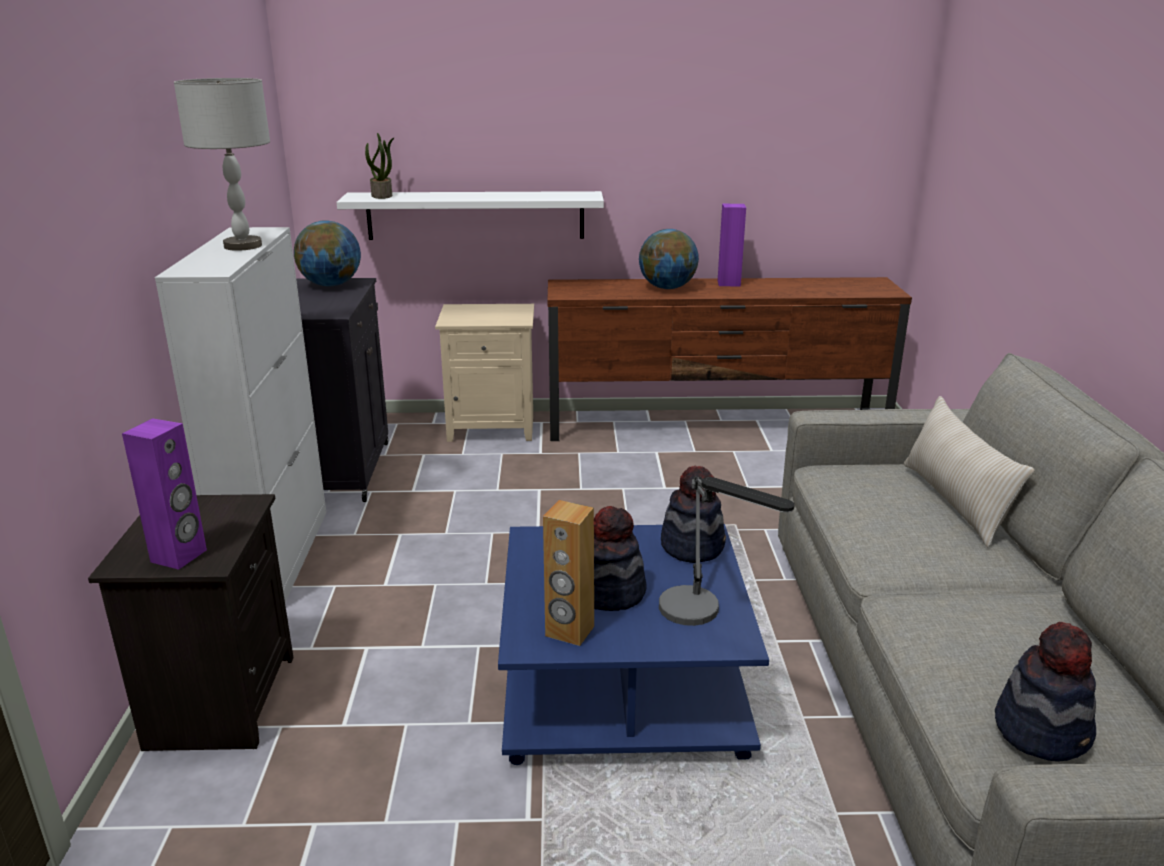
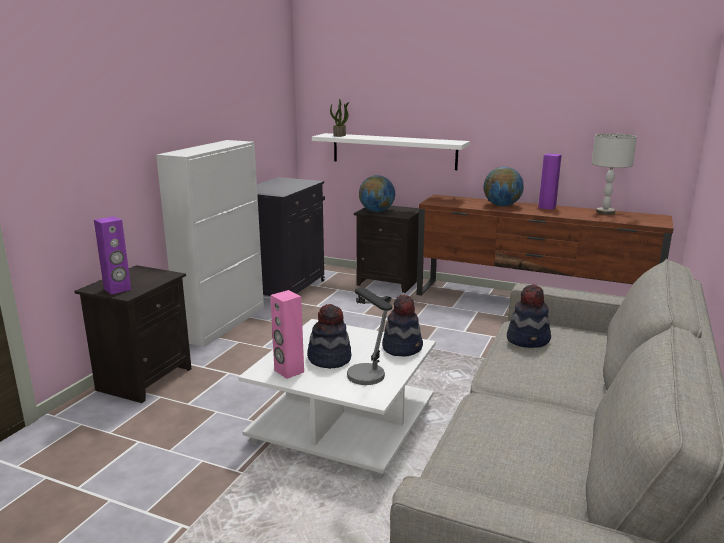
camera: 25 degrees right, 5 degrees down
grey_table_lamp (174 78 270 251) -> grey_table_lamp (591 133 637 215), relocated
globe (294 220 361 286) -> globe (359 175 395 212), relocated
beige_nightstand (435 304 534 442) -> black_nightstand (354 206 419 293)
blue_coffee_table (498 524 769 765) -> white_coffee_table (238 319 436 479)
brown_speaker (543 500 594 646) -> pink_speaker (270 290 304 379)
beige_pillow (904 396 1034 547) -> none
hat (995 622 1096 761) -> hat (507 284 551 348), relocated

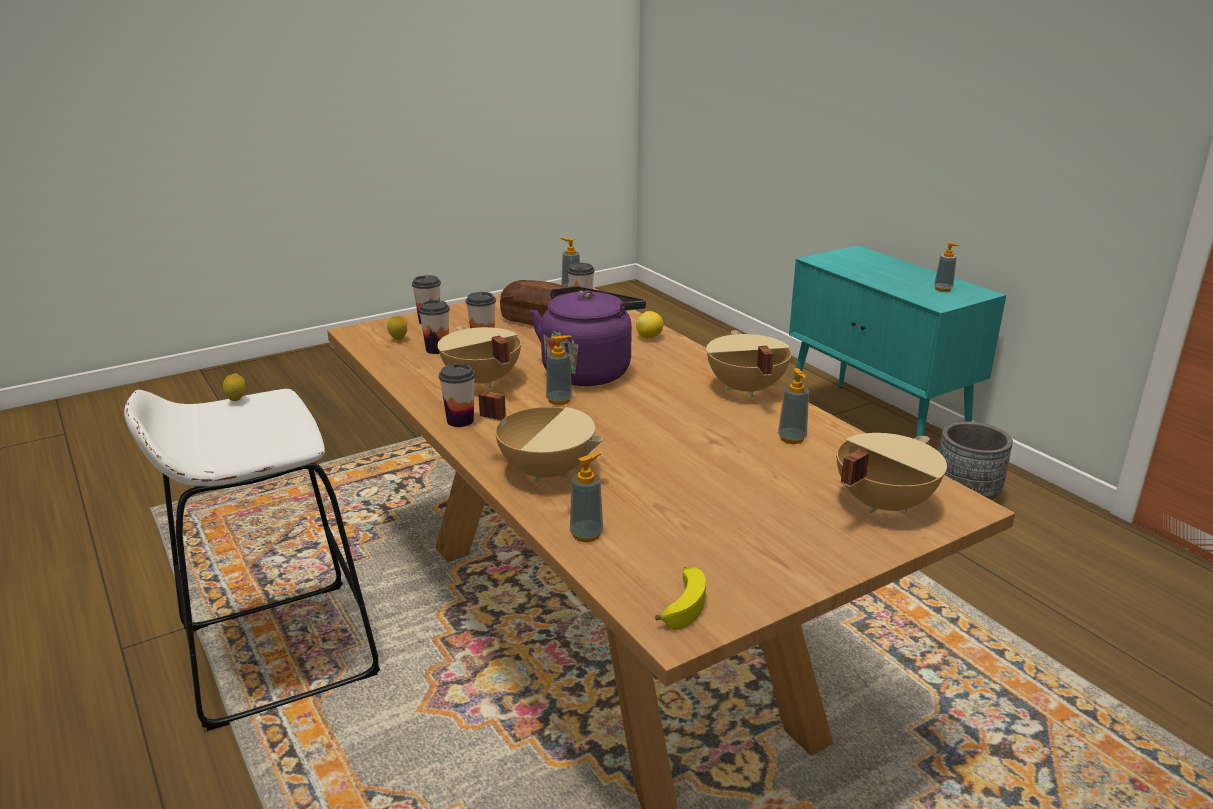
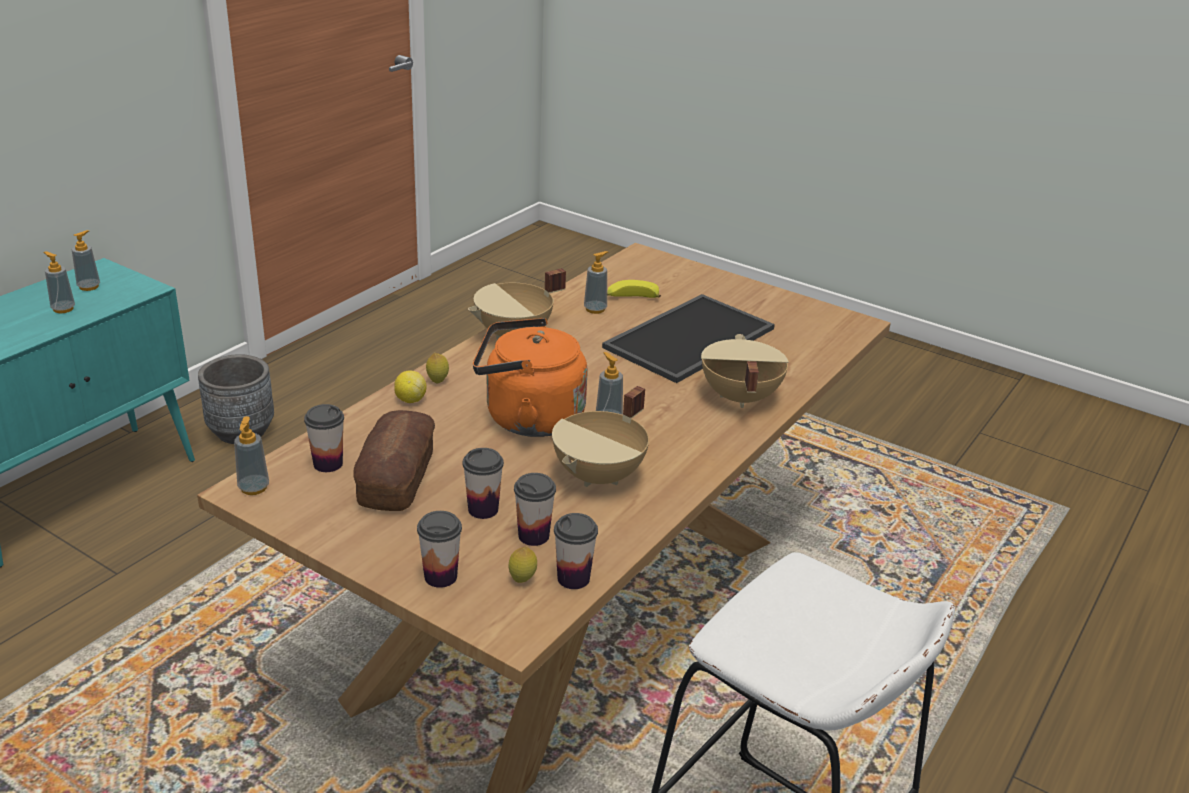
camera: 115 degrees left, 5 degrees up
lemon (223 373 246 401) -> lemon (426 353 449 383), relocated
cup (439 364 475 427) -> cup (554 513 598 589), relocated
purple_kettle (530 286 646 386) -> orange_kettle (473 318 588 437)
soap_dispenser (570 452 603 542) -> soap_dispenser (44 251 75 313), relocated
banana (655 567 706 630) -> banana (607 280 661 298), relocated
beige_cooking_pot (837 433 947 514) -> none
none -> tray (602 294 775 383)

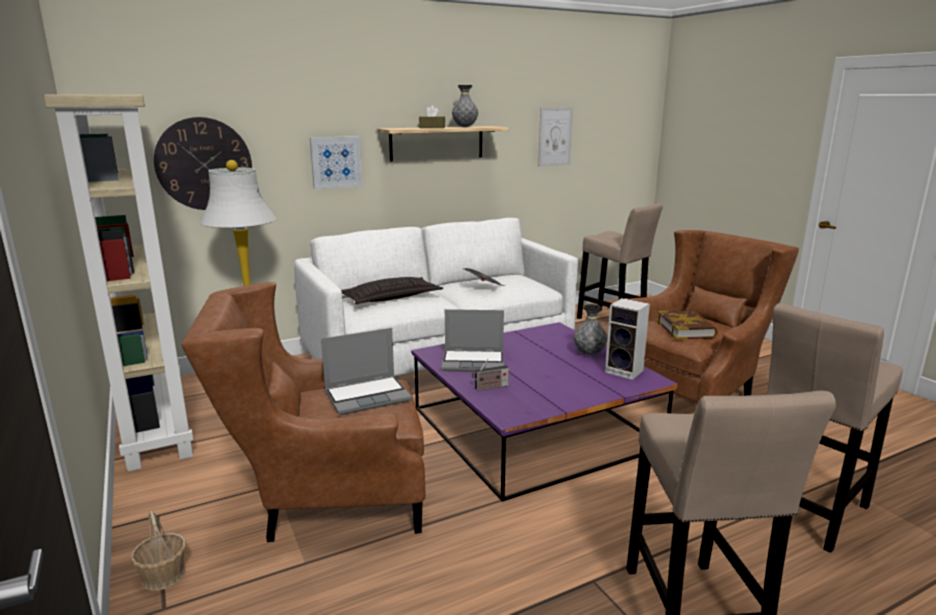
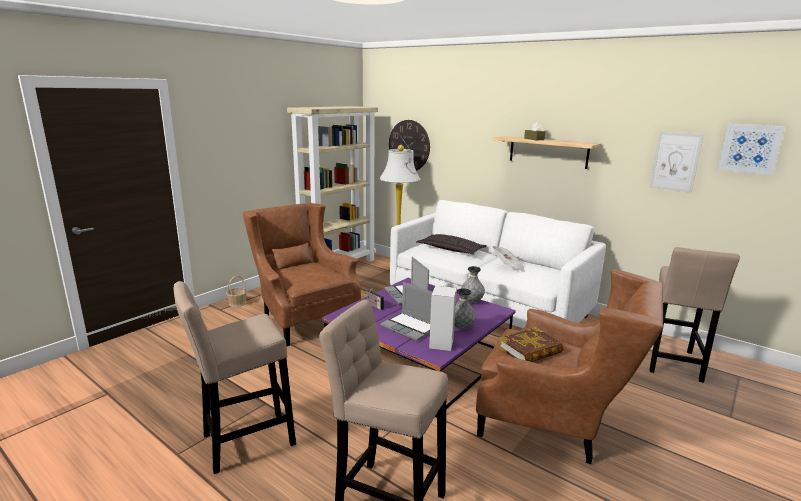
camera: 65 degrees right, 0 degrees up
picture (310 136 362 189) -> picture (718 124 785 175), relocated
laptop (321 328 412 415) -> laptop (380 282 432 341), relocated
grey_vase (452 85 478 127) -> grey_vase (461 266 485 303), relocated

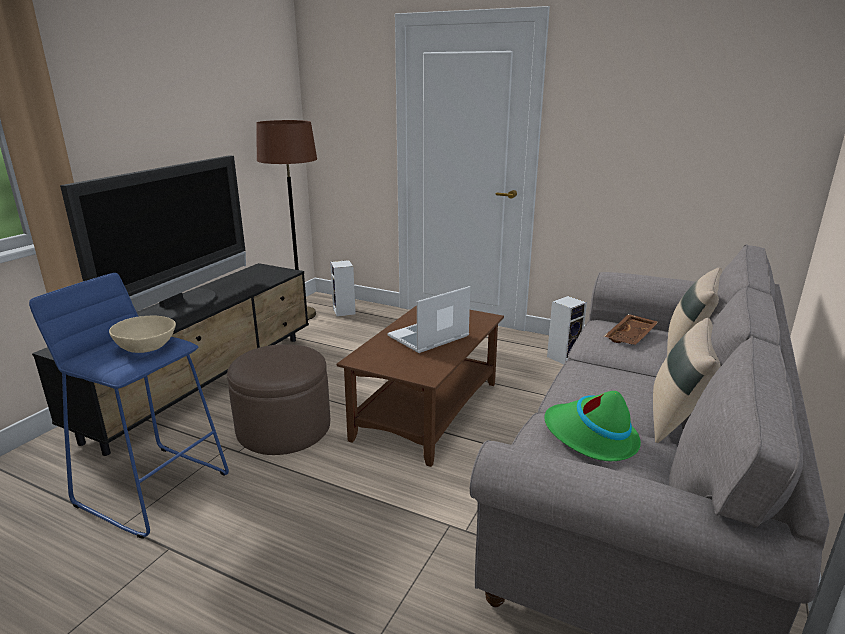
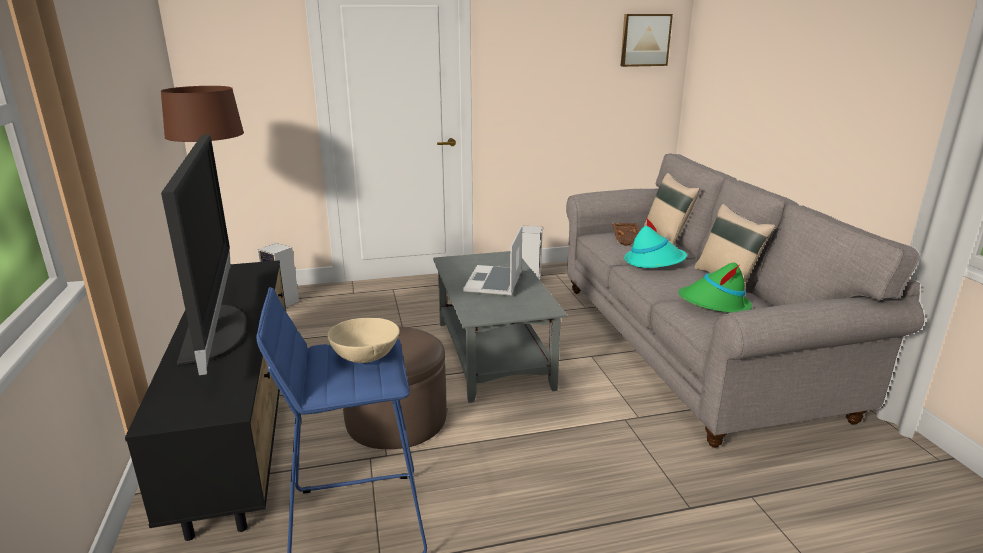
camera: 40 degrees left, 0 degrees up
brown_coffee_table (337 305 504 467) -> grey_coffee_table (433 251 567 403)
none -> picture (620 14 673 67)
none -> turquoise_hat (624 218 687 268)

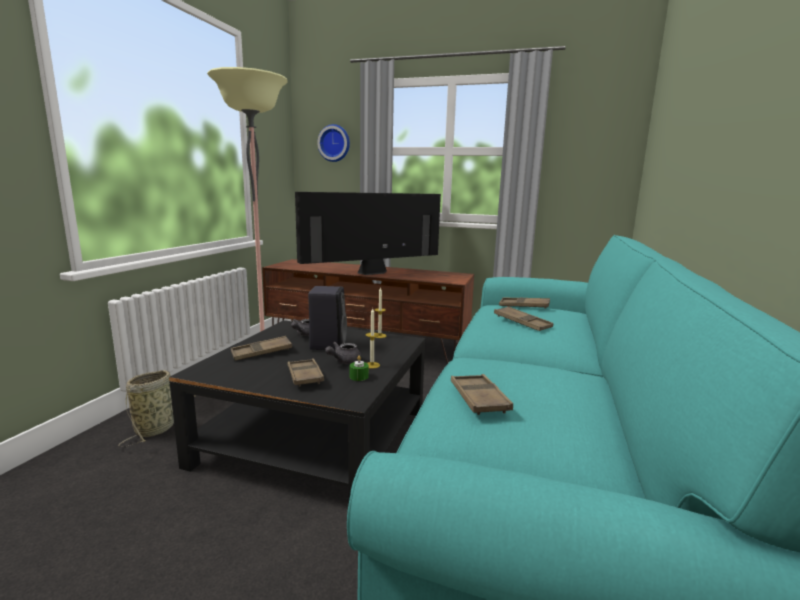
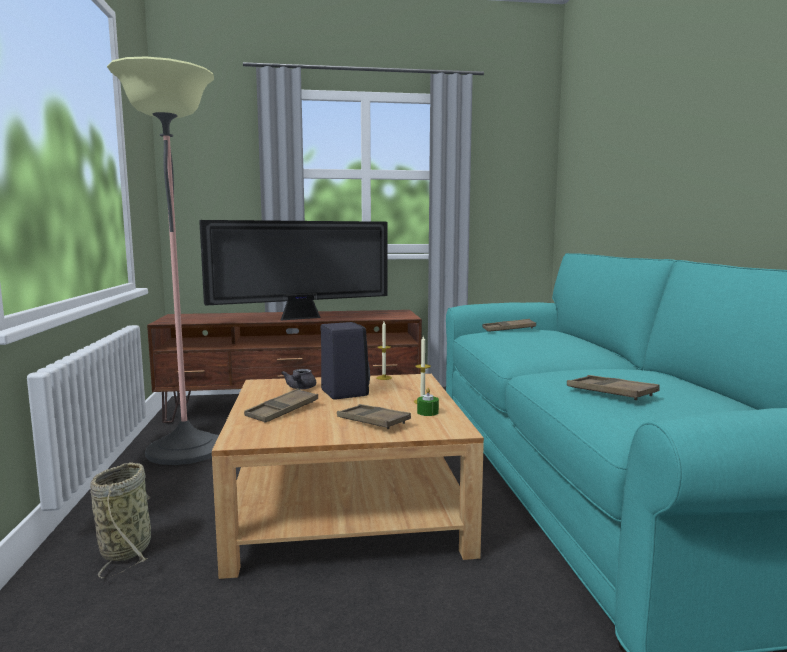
camera: 25 degrees left, 5 degrees down
black_coffee_table (169 320 425 499) -> beige_coffee_table (212 374 484 579)
television (295 192 441 275) -> television (199 220 388 321), 150 degrees counterclockwise
wall_clock (317 124 350 162) -> none
grey_teapot (325 342 361 364) -> none
brown_tray (494 306 553 331) -> none

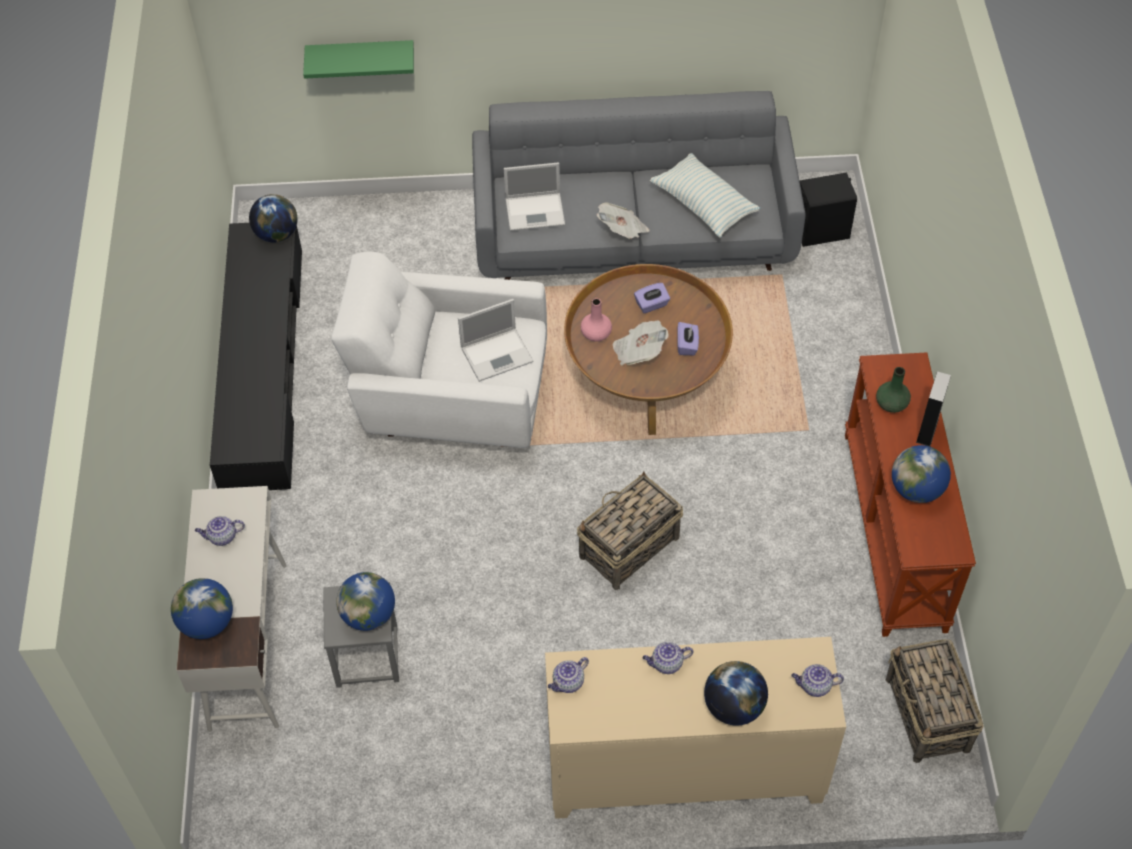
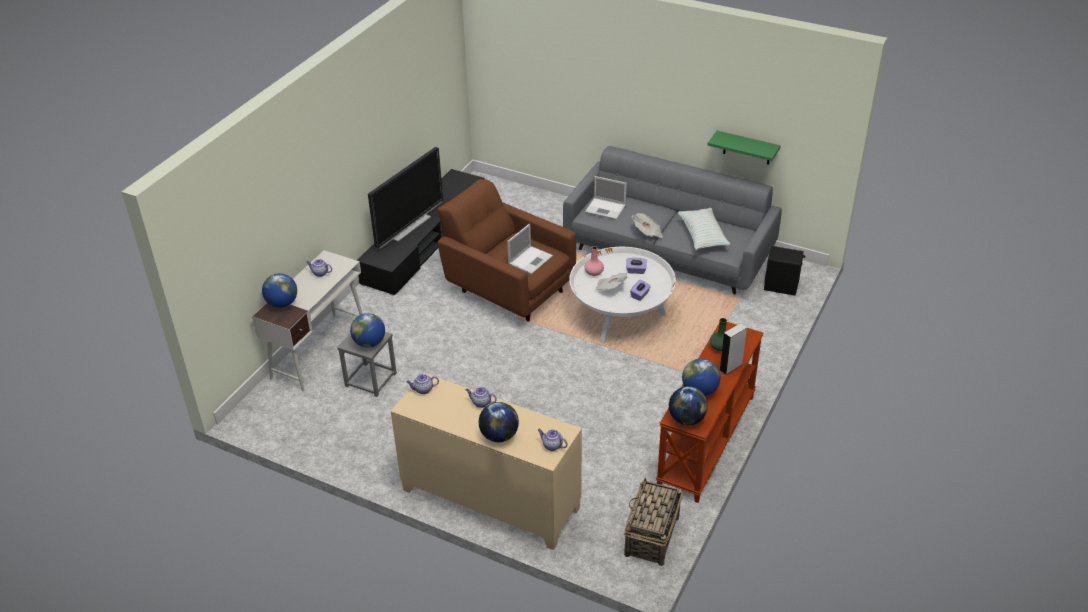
camera: 30 degrees right, 15 degrees down
globe (249 194 297 242) -> globe (669 386 708 425), relocated
green_shelf (303 40 414 79) -> green_shelf (707 131 781 165), relocated
white_armchair (331 252 547 448) -> brown_armchair (438 179 576 322)
laptop (458 299 534 382) -> laptop (507 224 553 274), 60 degrees counterclockwise
brown_coffee_table (564 264 733 435) -> white_coffee_table (569 247 676 344)
basket (577 472 683 590) -> none
none -> television (368 147 443 249)

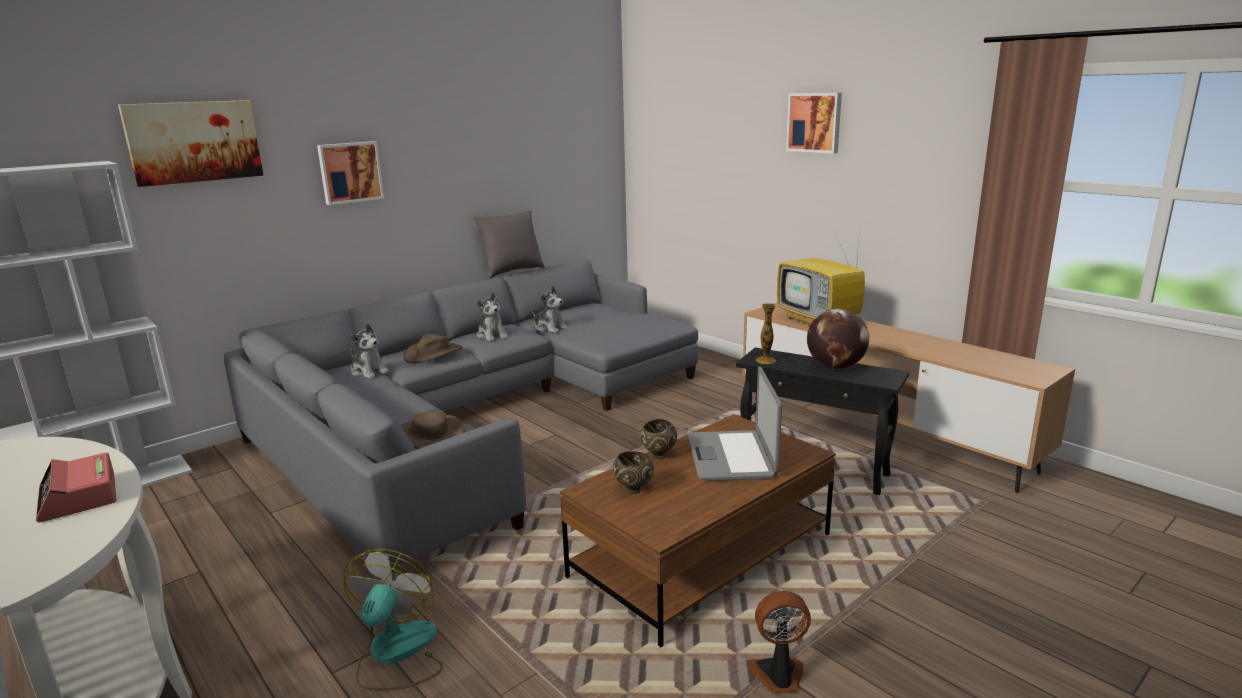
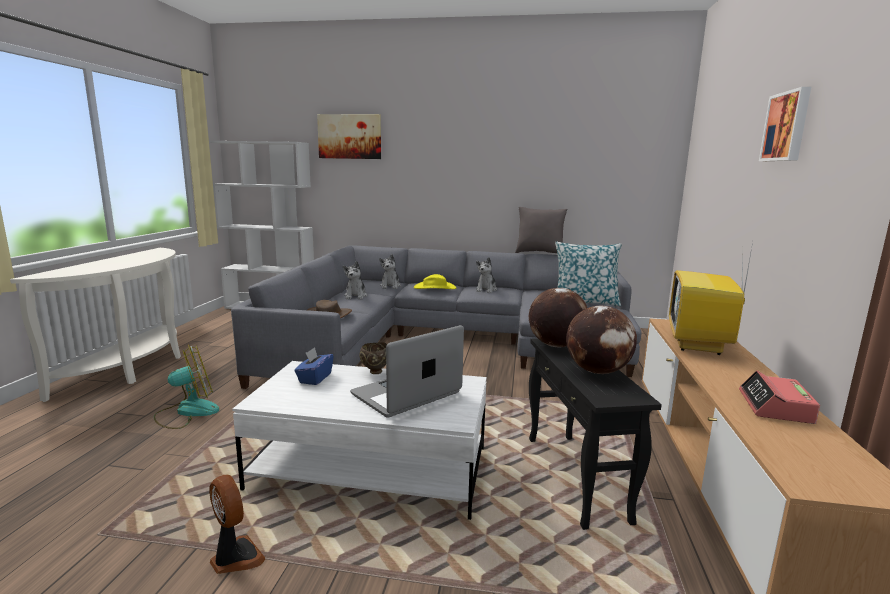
camera: 50 degrees right, 5 degrees down
alarm_clock (36 452 117 522) -> alarm_clock (739 371 820 424), relocated
picture (317 141 384 205) -> none
brown_hat (403 334 463 363) -> yellow_hat (414 274 456 289)
plush_toy (532 286 568 333) -> plush_toy (343 261 367 299), relocated
brown_coffee_table (560 414 836 647) -> white_coffee_table (232 361 487 520)
brown_bowl (613 451 654 494) -> blue_tissue_box (295 347 334 385)
vase (756 303 776 364) -> globe (529 288 587 347)
none -> pillow (555 242 622 306)

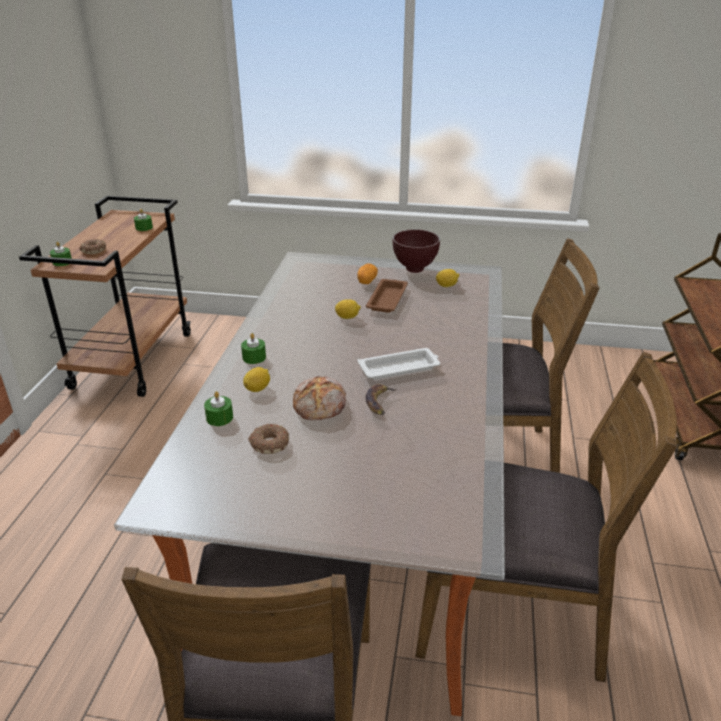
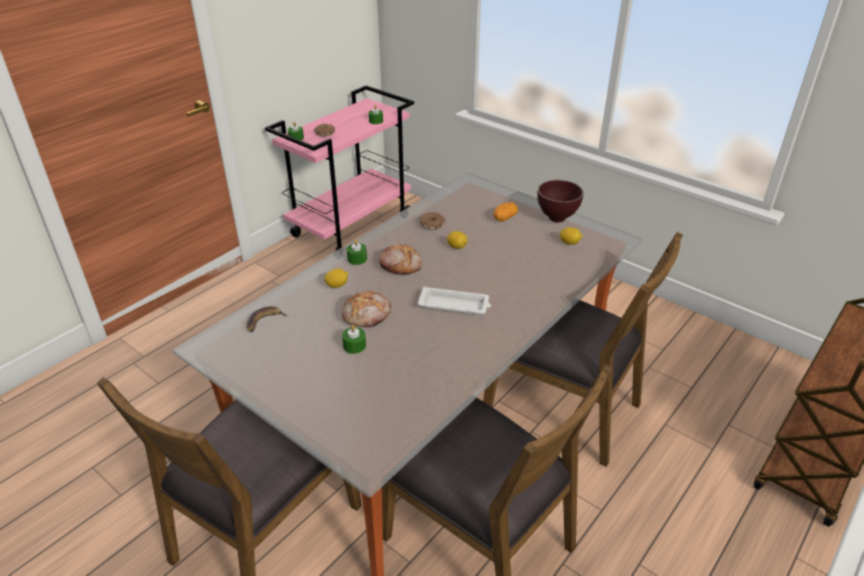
camera: 30 degrees right, 5 degrees up
brown_cart (19 195 191 397) -> pink_cart (265 86 414 251)
green_candle (204 391 233 426) -> green_candle (342 325 366 354), relocated
donut (248 423 289 454) -> donut (420 212 445 230), relocated
brown_tray (366 279 408 313) -> none
banana (366 384 397 415) -> banana (247 306 288 332), relocated
none -> bread (379 244 422 275)

